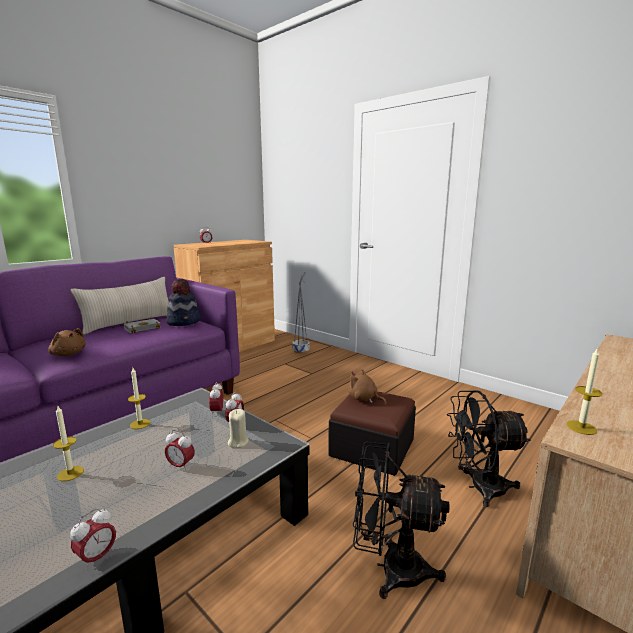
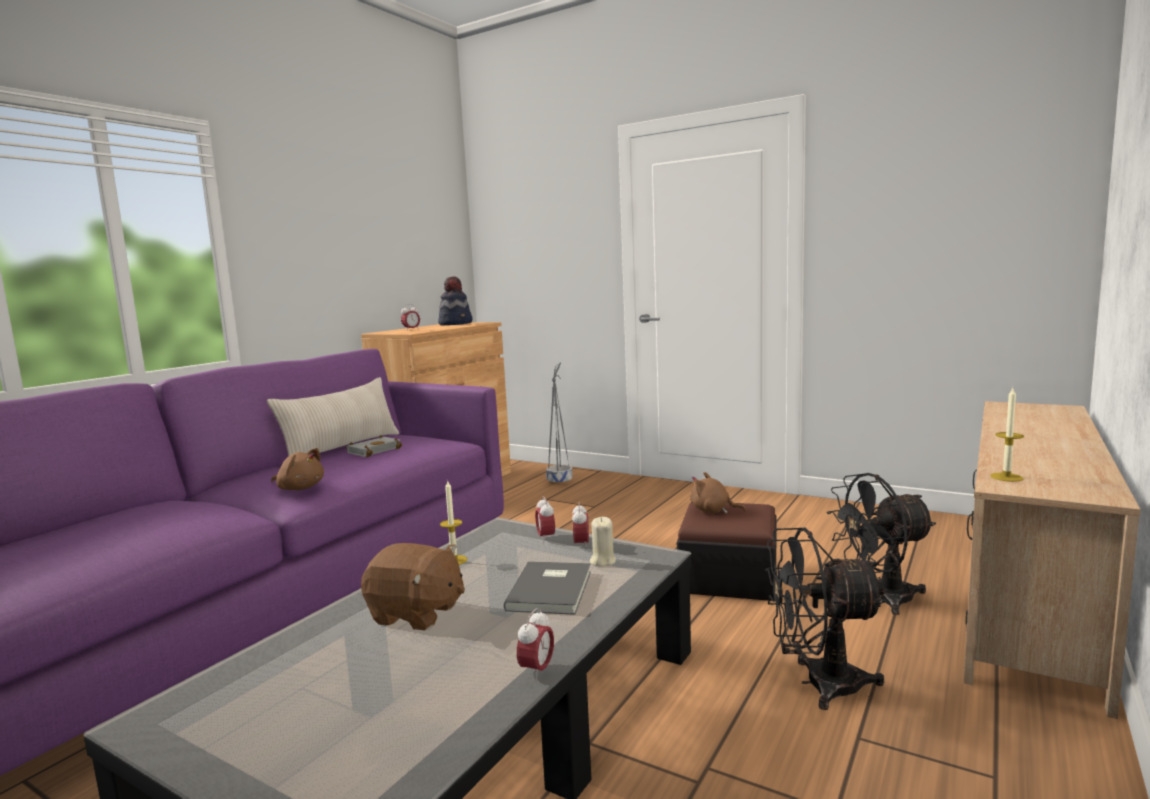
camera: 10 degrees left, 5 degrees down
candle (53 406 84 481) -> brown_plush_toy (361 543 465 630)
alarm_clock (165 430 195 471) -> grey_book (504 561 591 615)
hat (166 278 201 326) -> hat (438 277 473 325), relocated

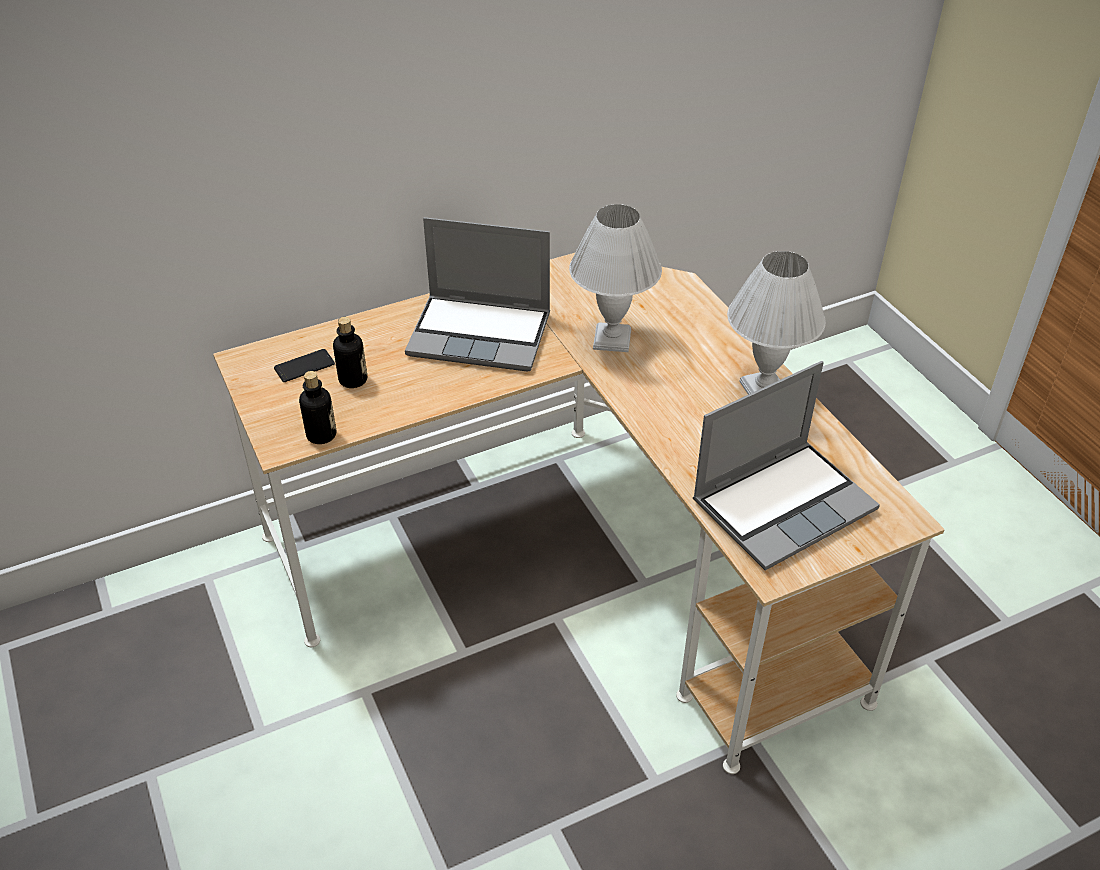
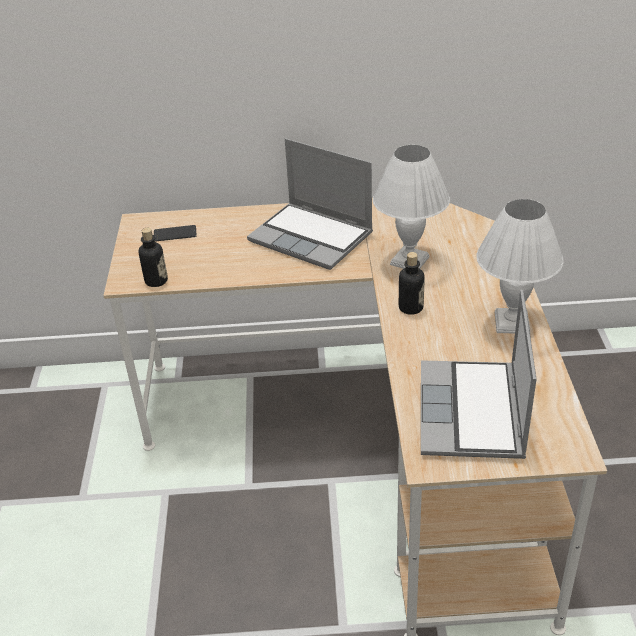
camera: 25 degrees right, 5 degrees down
bottle (333 317 367 388) -> bottle (399 252 425 315), relocated
laptop (693 361 880 570) -> laptop (421 289 537 459), 105 degrees clockwise

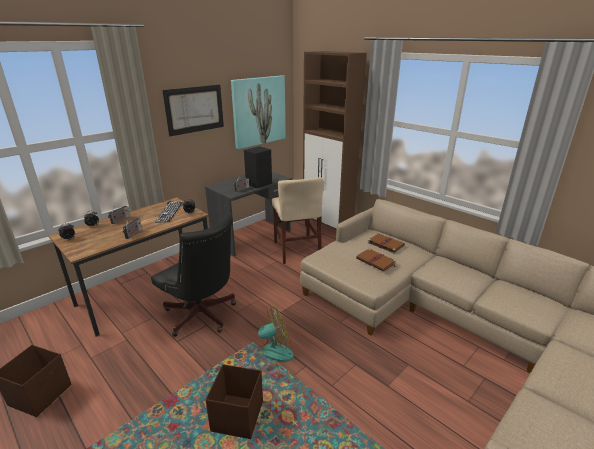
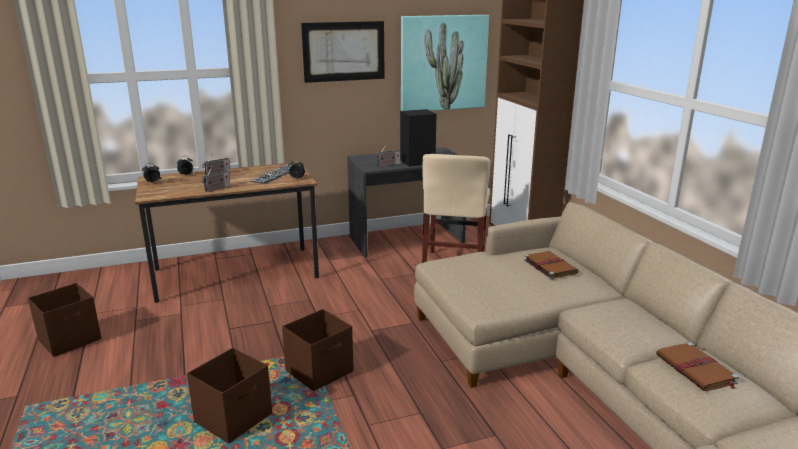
camera: 25 degrees right, 5 degrees down
black_office_chair (151 214 236 337) -> none
fan (254 306 294 367) -> brown_storage_box (282 309 354 391)
brown_book (356 248 396 271) -> brown_book (656 342 739 391), relocated

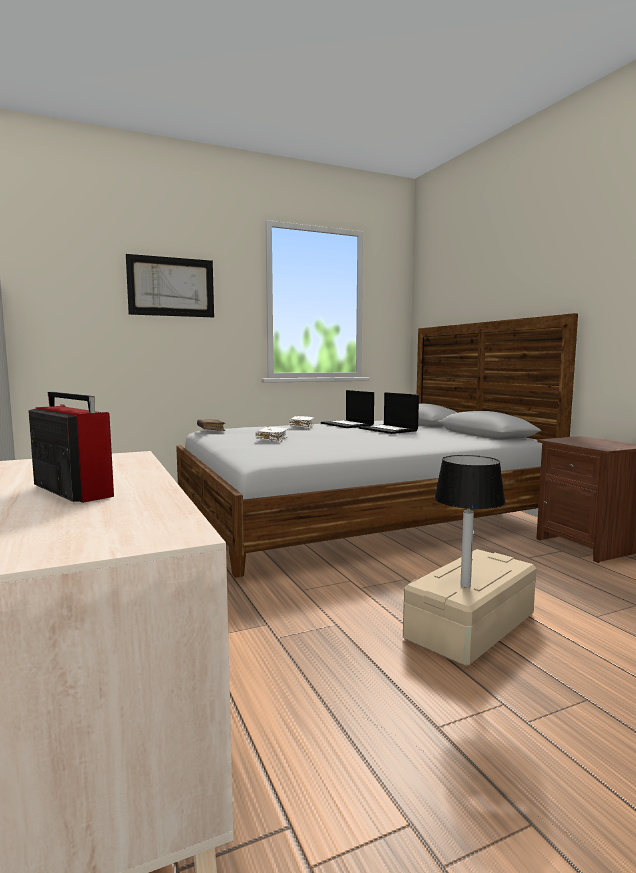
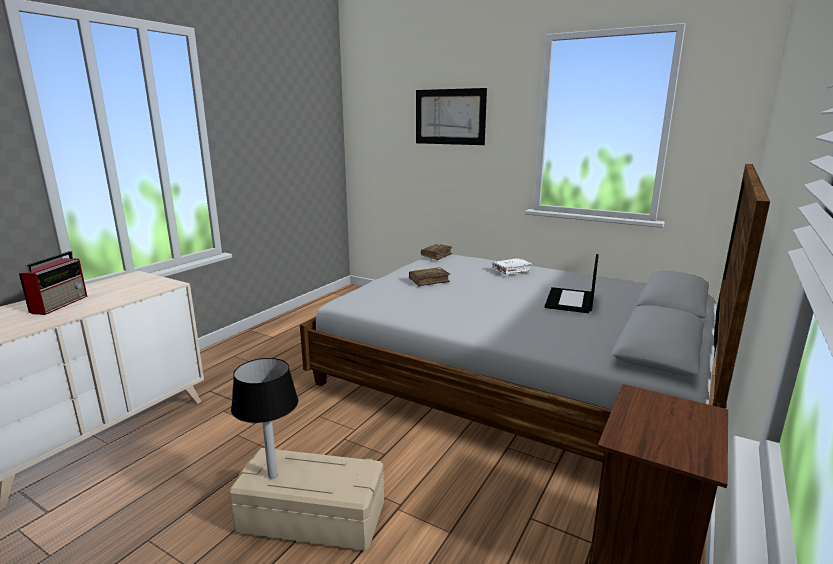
camera: 55 degrees right, 10 degrees up
white_book (255 427 288 442) -> brown_book (409 267 451 287)
laptop (321 390 374 428) -> none

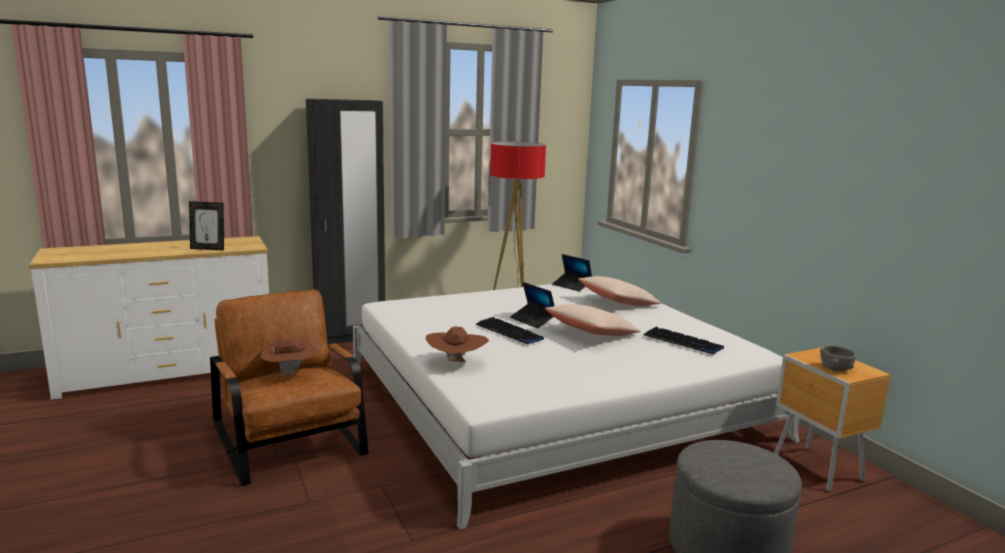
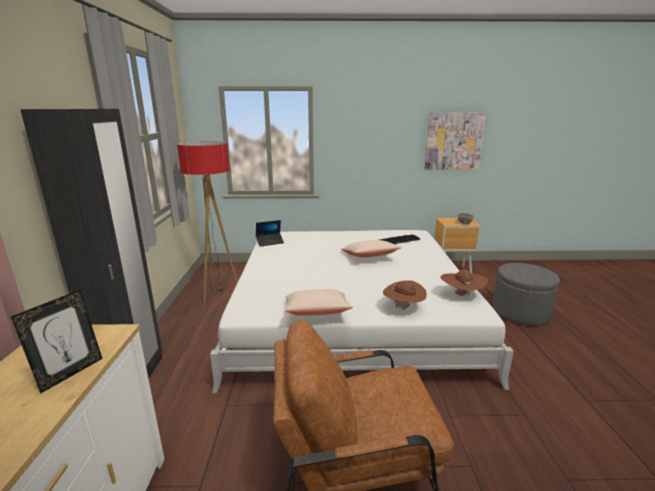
camera: 65 degrees left, 5 degrees up
brown_hat (261 336 319 377) -> brown_hat (441 270 488 297), relocated
keyboard (475 317 544 344) -> none
laptop (510 282 554 328) -> none
beige_pillow (578 276 661 306) -> beige_pillow (285 289 353 316), relocated
none -> picture (425 112 486 169)

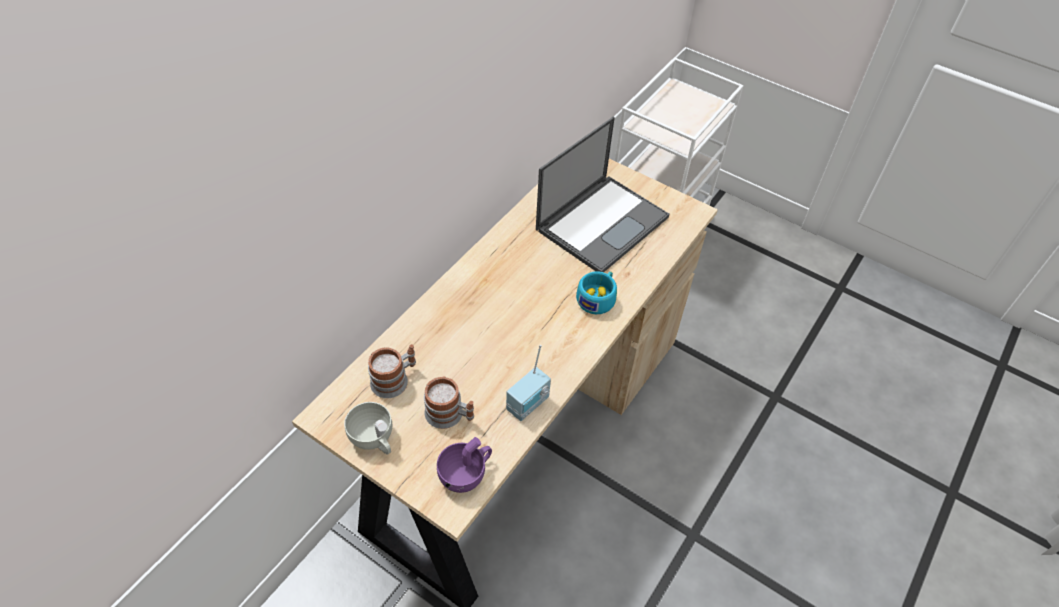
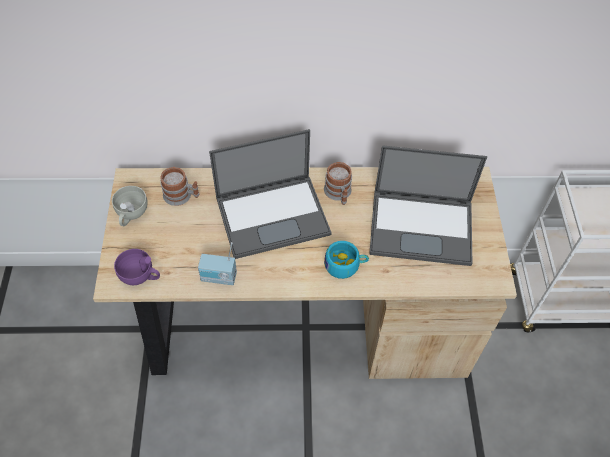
camera: 55 degrees right, 5 degrees up
mug (424 377 474 429) -> mug (324 162 352 205), relocated
none -> laptop (209 129 332 259)

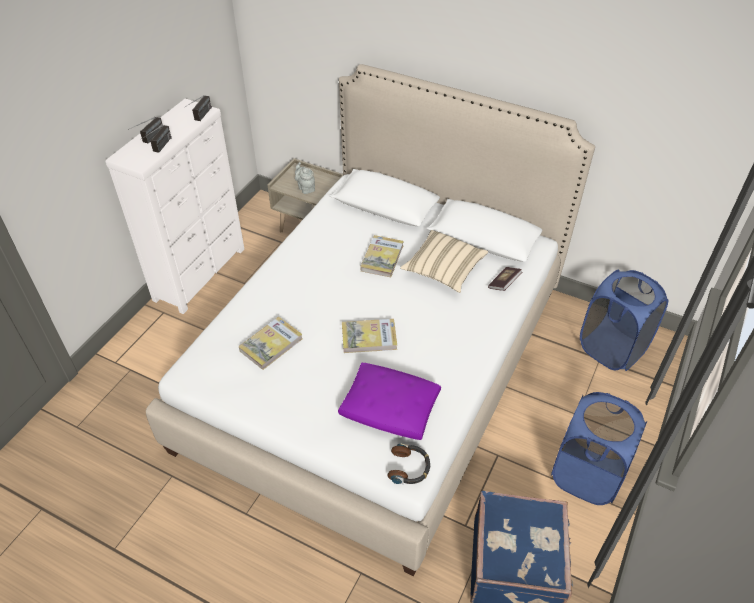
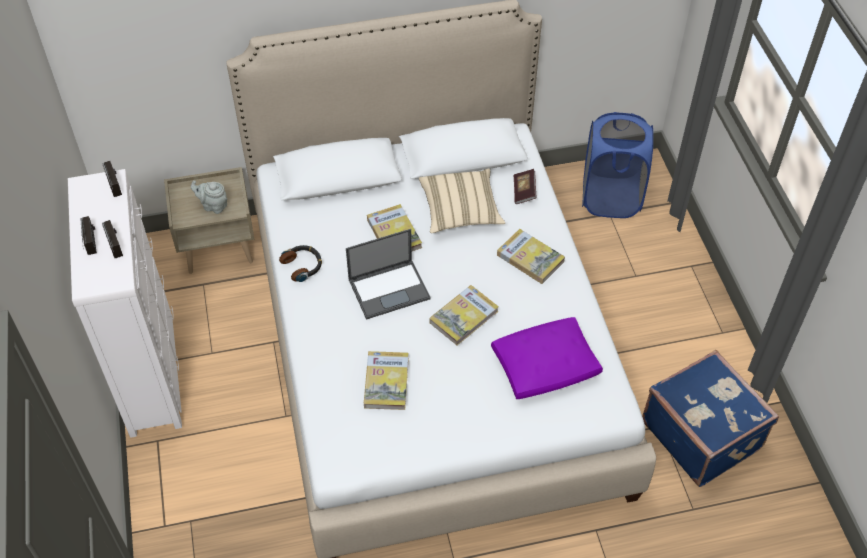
camera: 40 degrees left, 5 degrees up
headphones (388 444 431 484) -> headphones (279 245 322 282), relocated
blue_laundry_basket (551 392 647 505) -> none
none -> laptop (346 229 431 320)
none -> book (497 229 565 284)

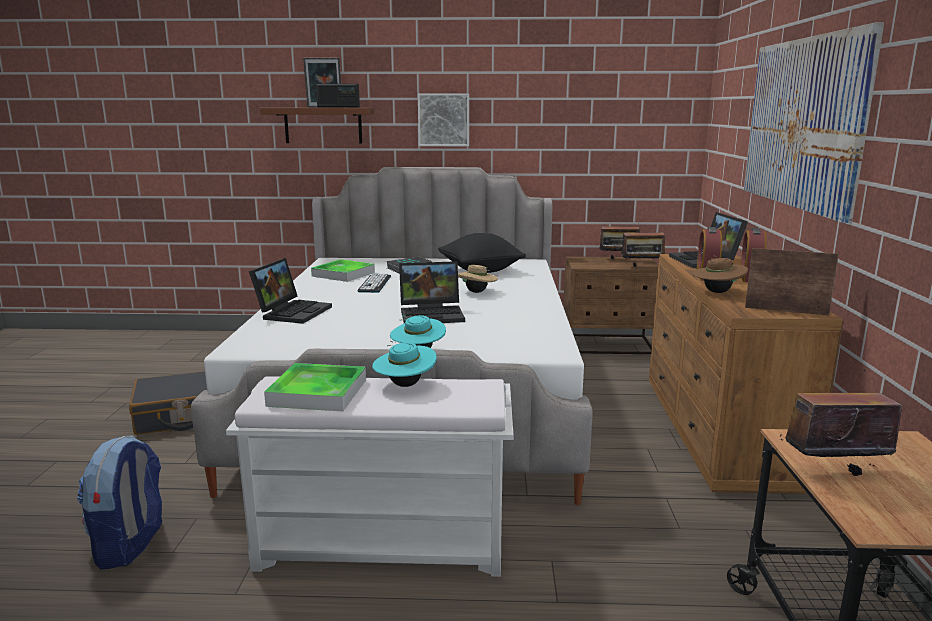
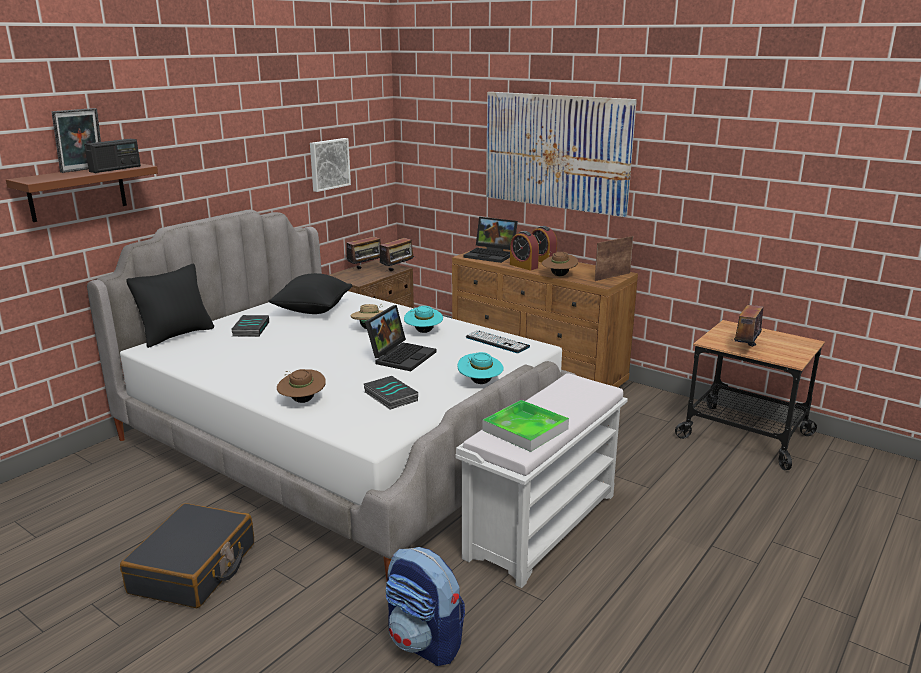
camera: 55 degrees left, 5 degrees up
laptop (249 258 332 324) -> brown_hat (277 369 326 403)
tray (311 259 375 282) -> none
keyboard (358 274 391 293) -> keyboard (466 330 530 353), relocated
turquoise_hat (372 340 437 387) -> turquoise_hat (404 306 443 333), relocated
picture (418 93 469 146) -> picture (310 138 351 192), relocated
none -> black_pillow (126 264 214 348)
none -> book (364 376 418 410)

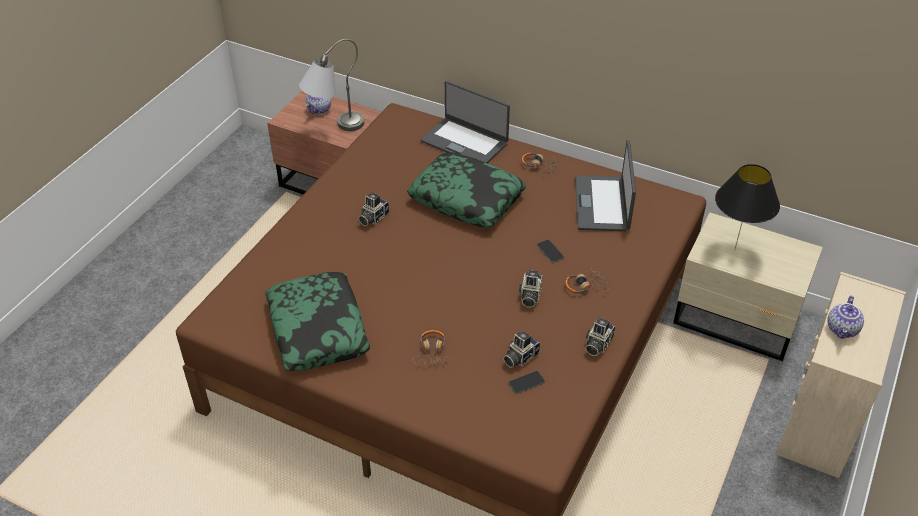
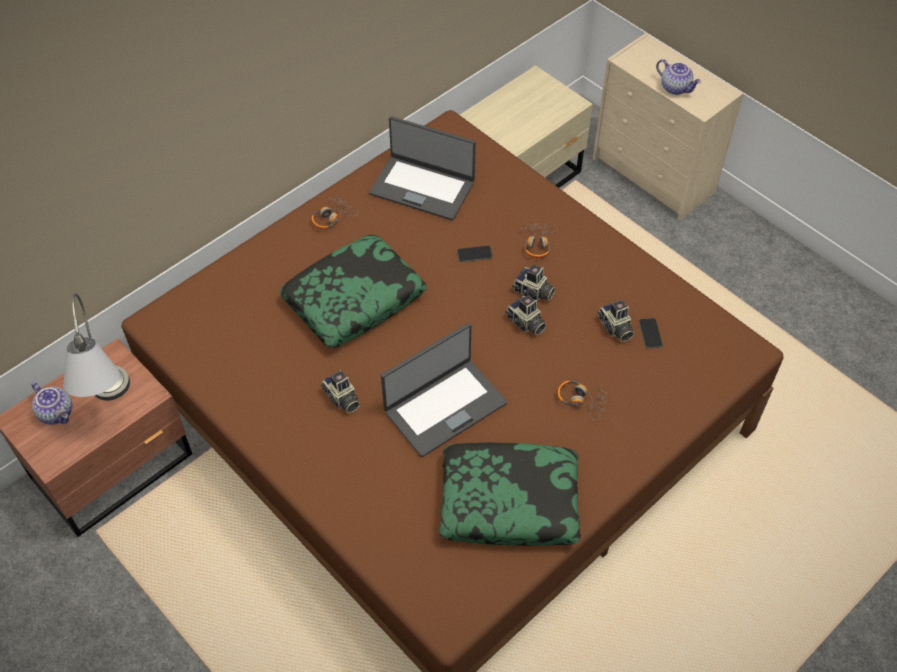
camera: 70 degrees left, 10 degrees up
laptop (421 81 510 163) -> laptop (381 323 507 457), relocated
photo_camera (585 317 615 356) -> photo_camera (505 295 547 335), relocated
black_table_lamp (715 164 780 250) -> none

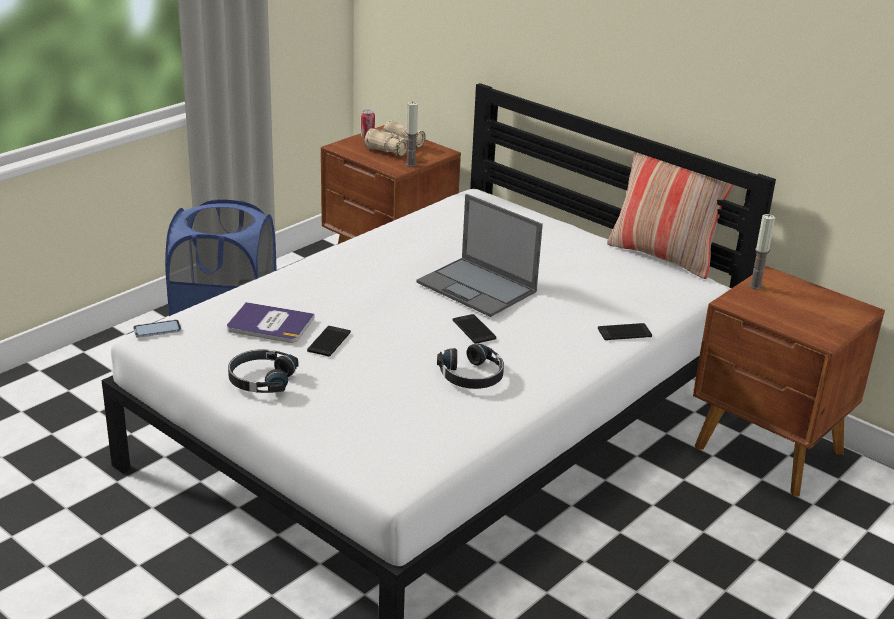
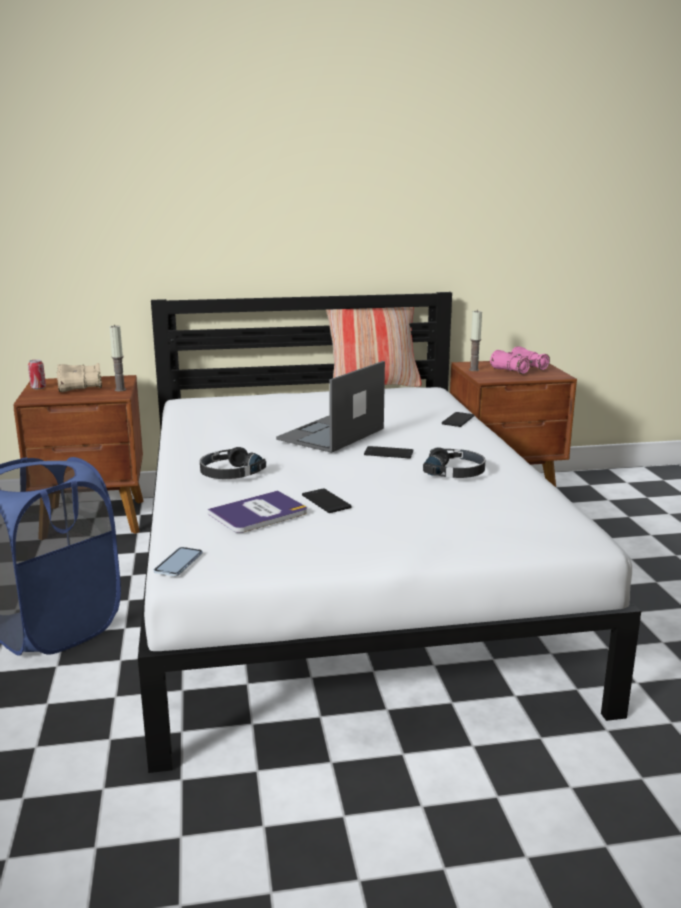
camera: 50 degrees left, 10 degrees down
black_headphones (228 349 298 393) -> black_headphones (200 447 266 479), relocated
laptop (416 194 543 317) -> laptop (276 361 385 453), 135 degrees clockwise
none -> pink_binoculars (490 346 550 374)

